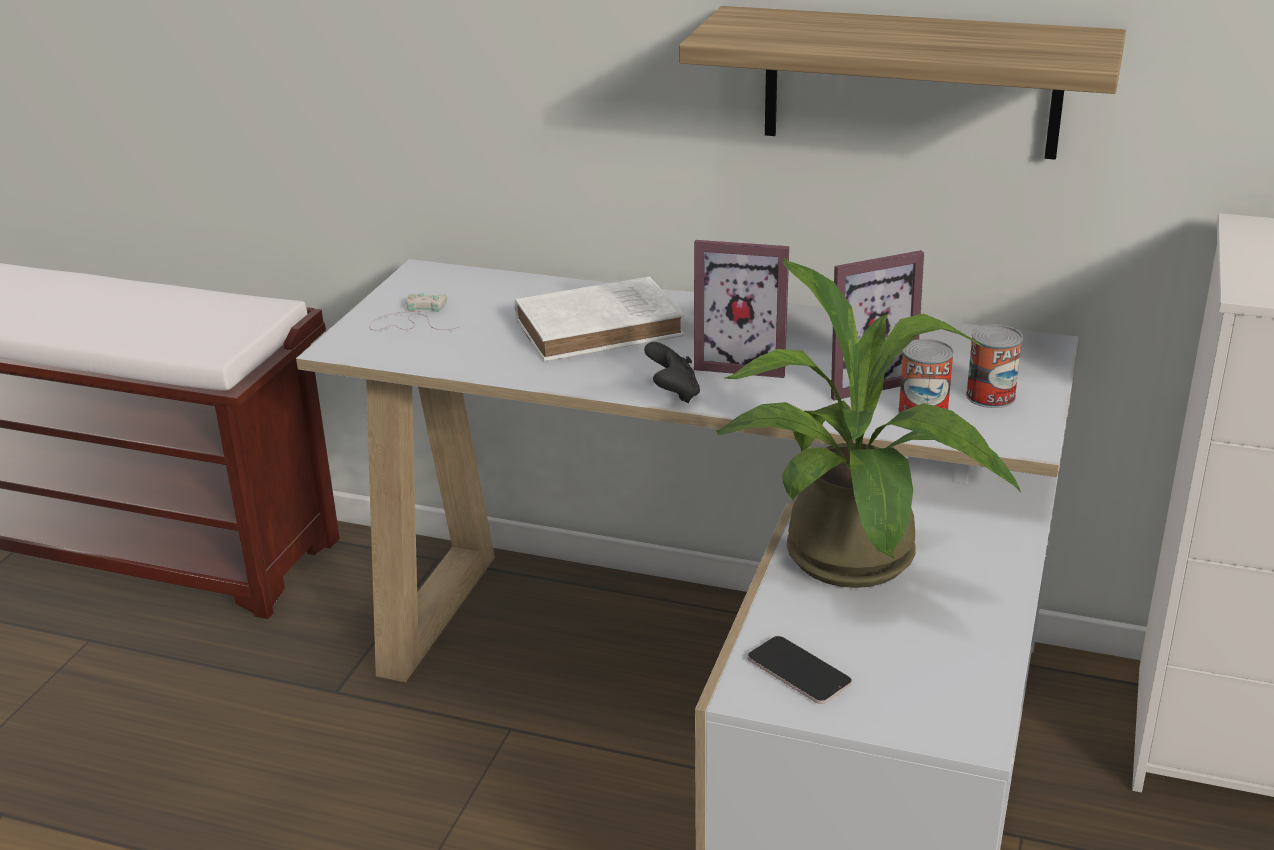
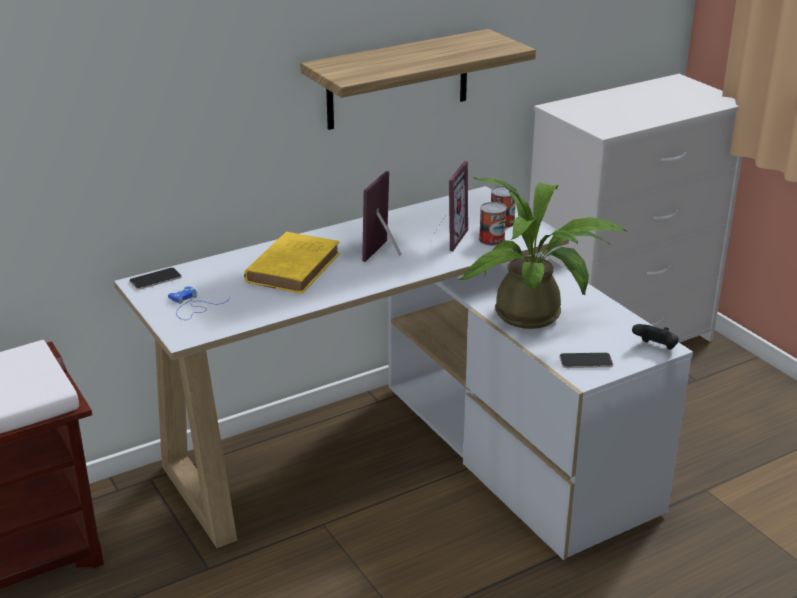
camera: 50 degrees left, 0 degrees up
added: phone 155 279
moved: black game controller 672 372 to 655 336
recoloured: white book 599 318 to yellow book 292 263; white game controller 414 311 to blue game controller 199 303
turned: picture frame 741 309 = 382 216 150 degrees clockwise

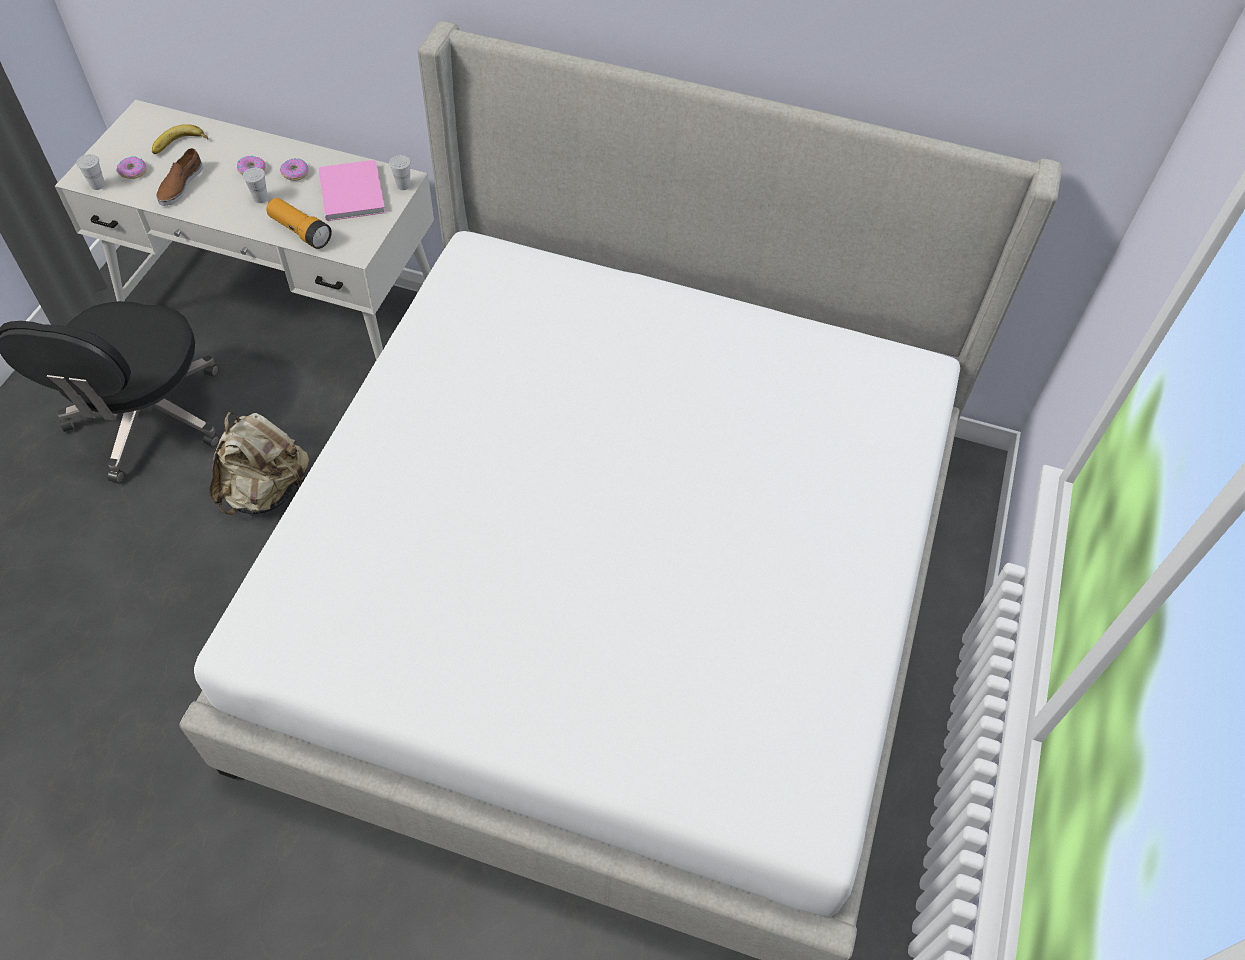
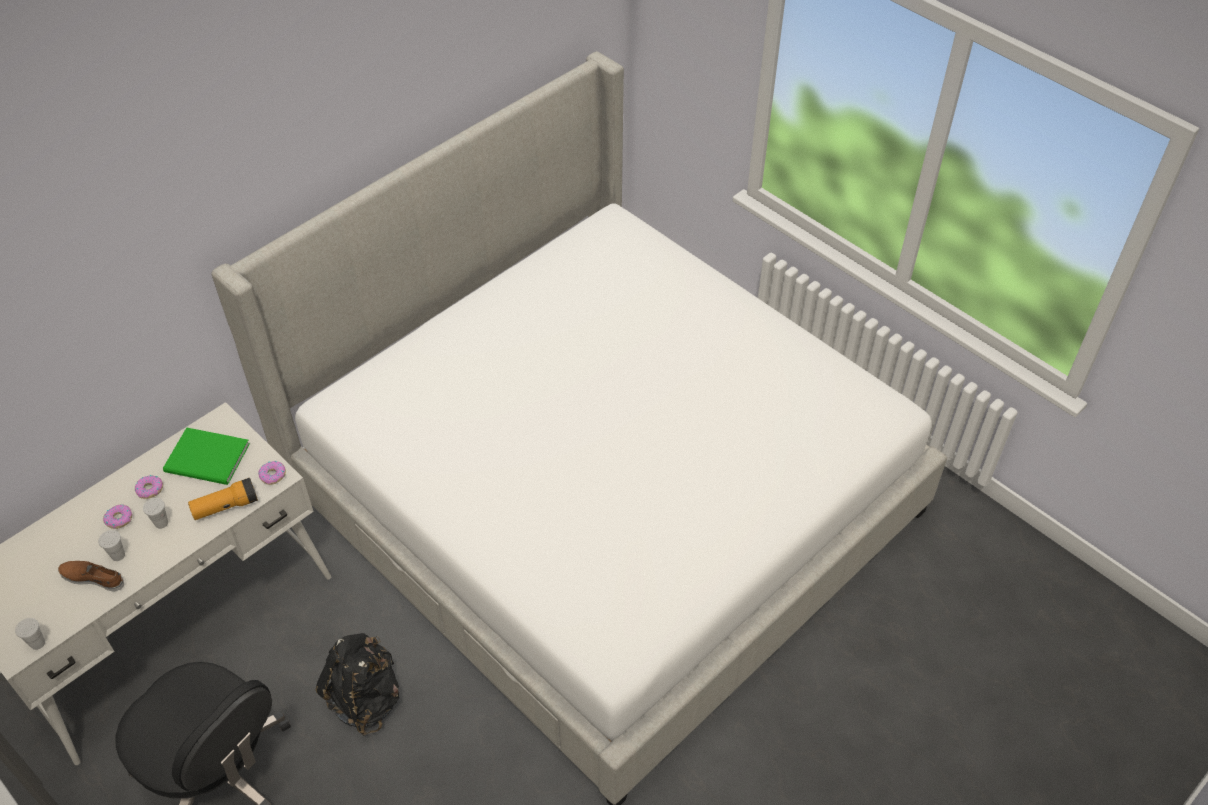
camera: 60 degrees left, 5 degrees down
removed: banana 180 139
moved: white cup 400 172 to 111 545; donut 132 167 to 272 473
recoloured: pink book 352 190 to green book 206 456; beige backpack 259 463 to black backpack 357 684
turned: brown shoe 179 177 = 91 576 150 degrees clockwise

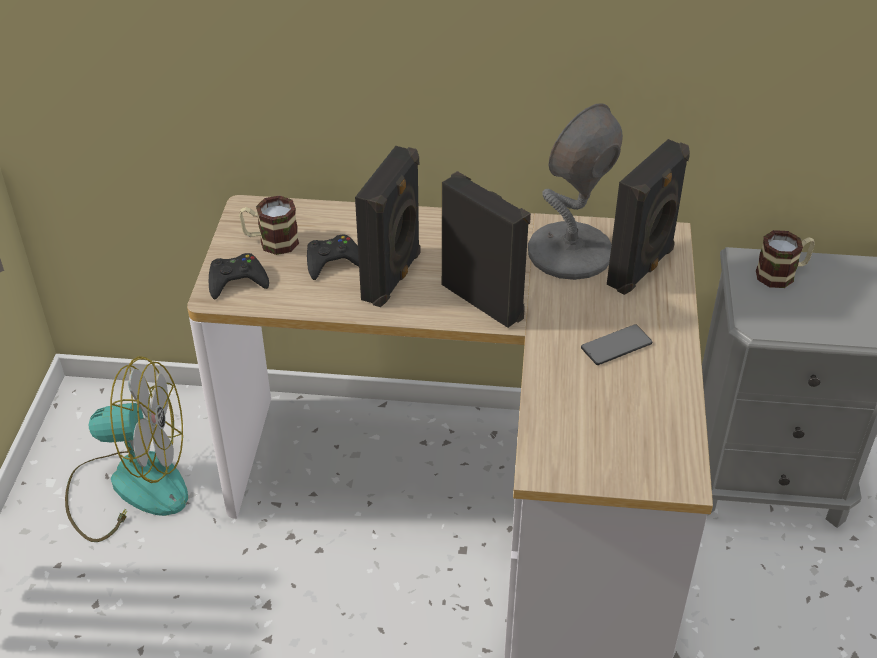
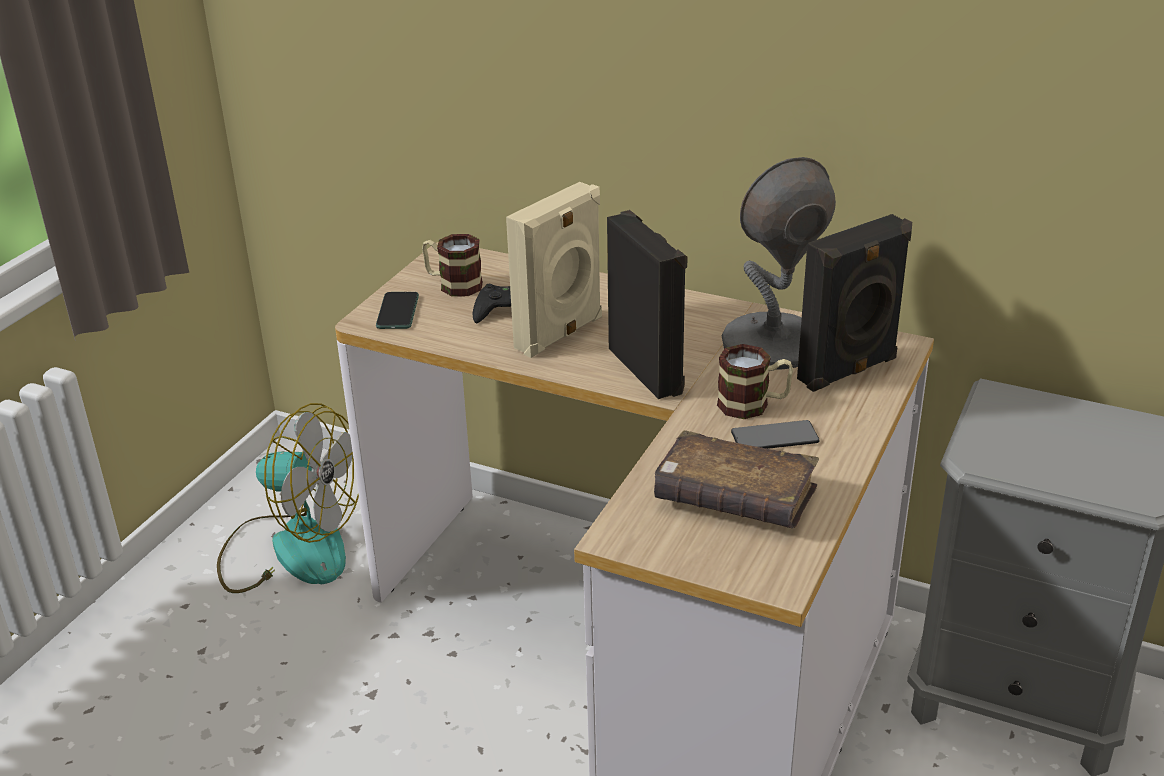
camera: 20 degrees right, 10 degrees down
added: brown book 736 479
moved: mug 785 259 to 755 381
replaced: black game controller 239 276 to phone 397 310
recoloured: black speaker 388 226 to beige speaker 554 270

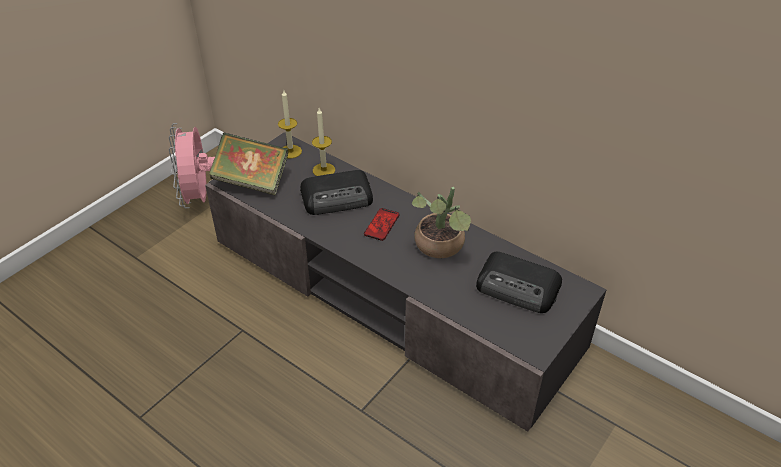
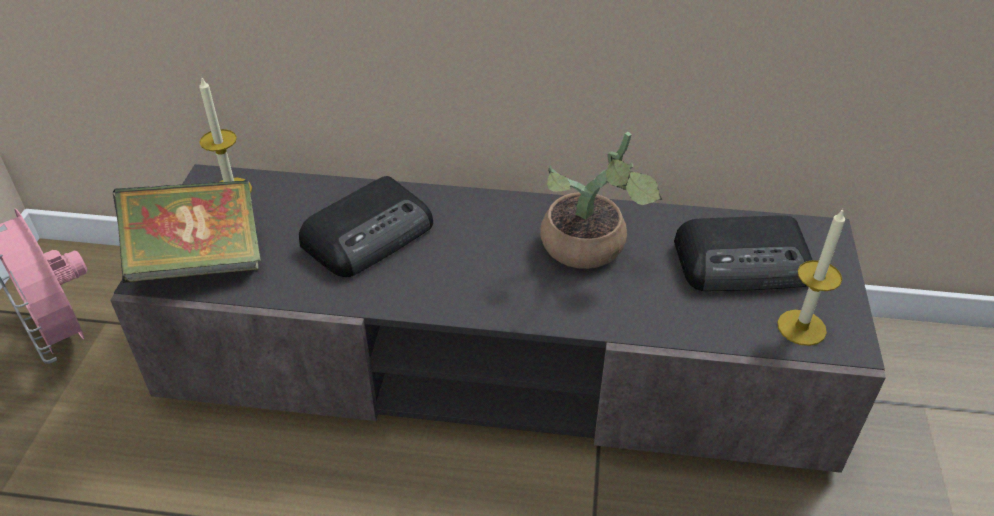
camera: 30 degrees left, 0 degrees up
removed: phone 382 224
moved: candle 323 142 to 811 277

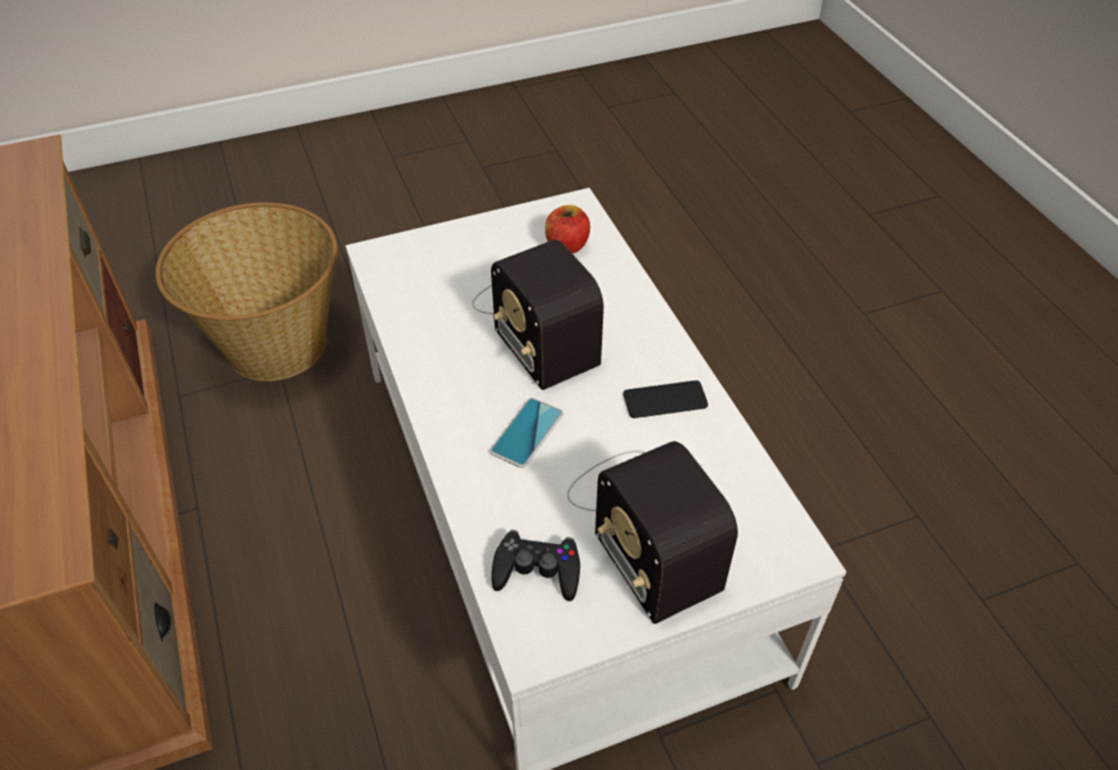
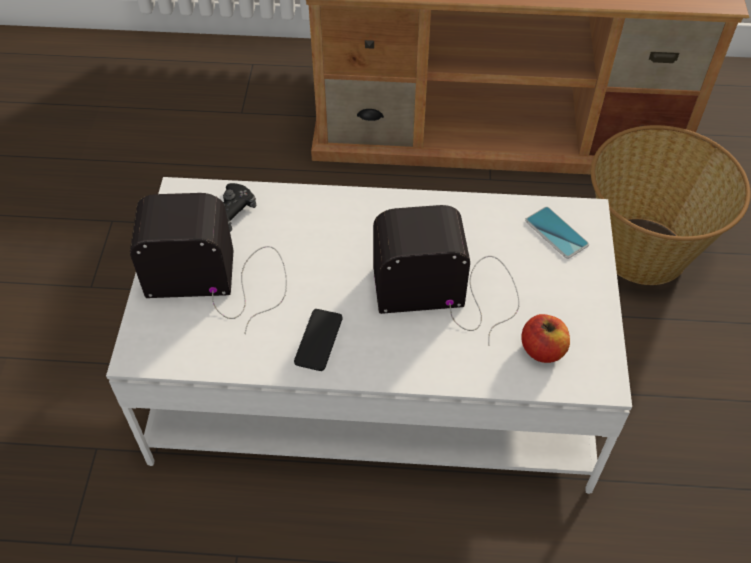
camera: 115 degrees right, 5 degrees up
moved: phone 526 433 to 557 233

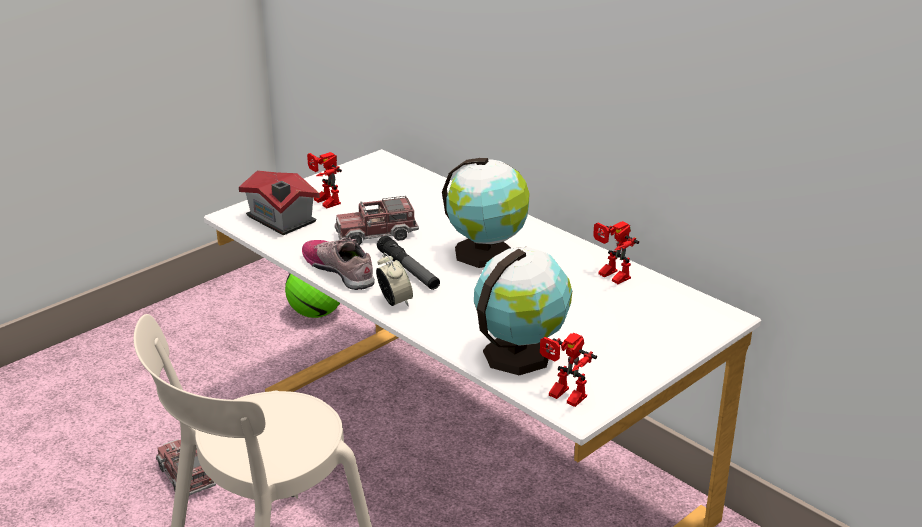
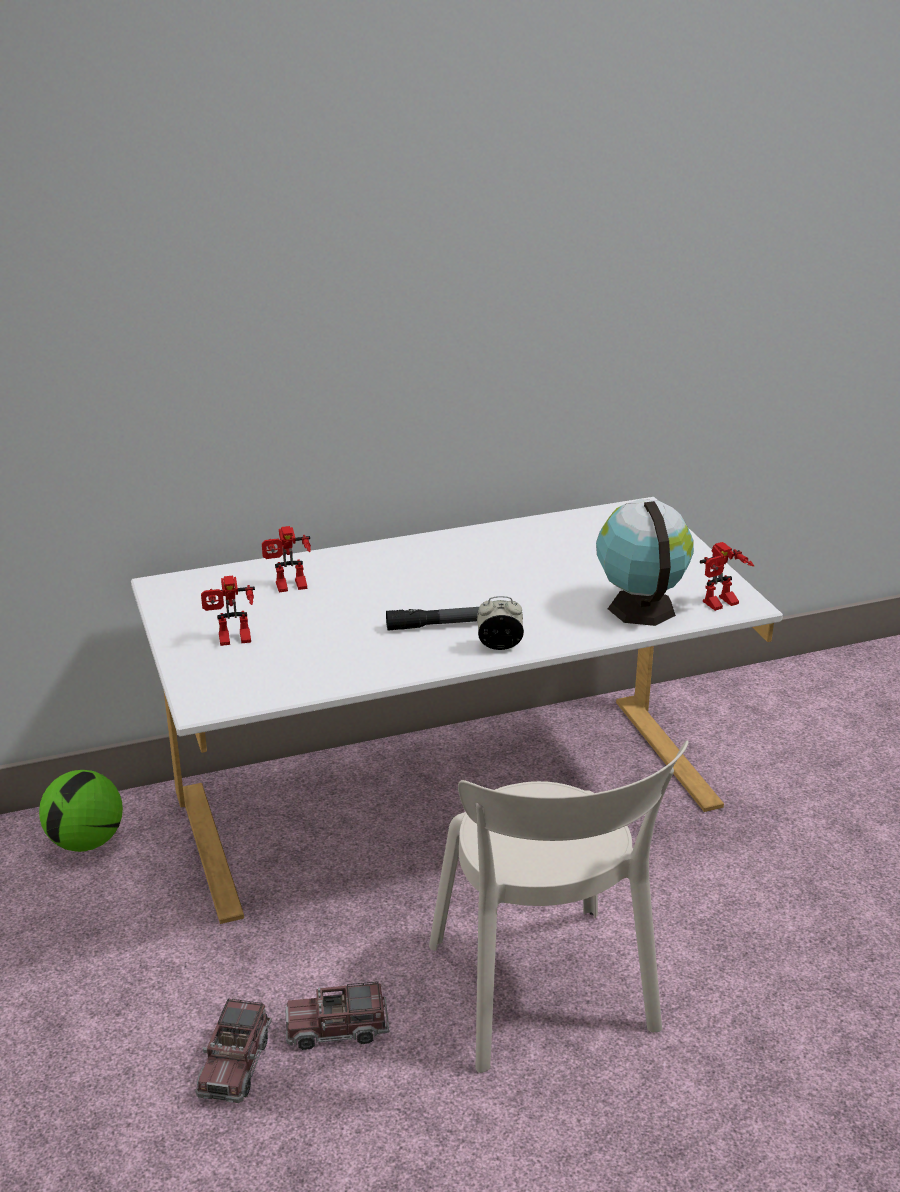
camera: 65 degrees left, 0 degrees up
removed: globe 485 213; toy house 279 202; shoe 338 264
moved: toy truck 377 221 to 233 1051; toy robot 616 252 to 286 559

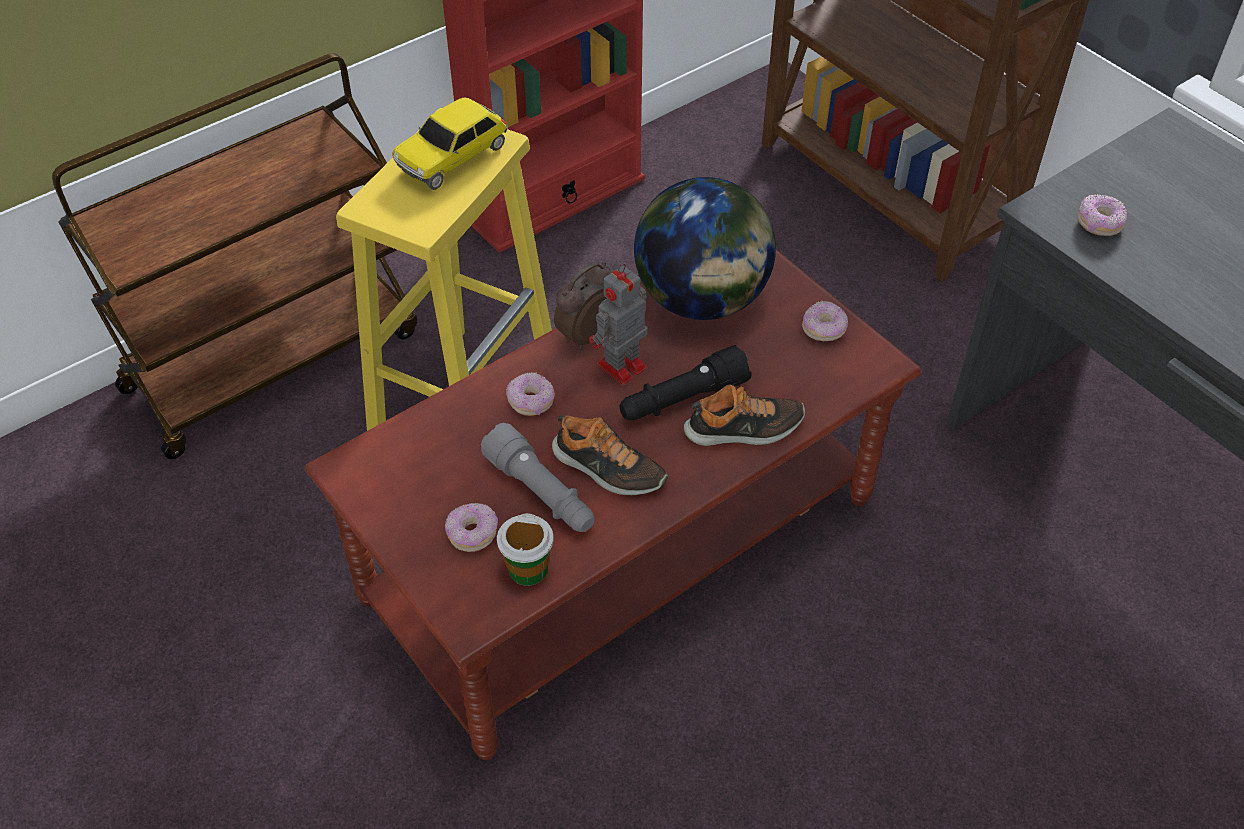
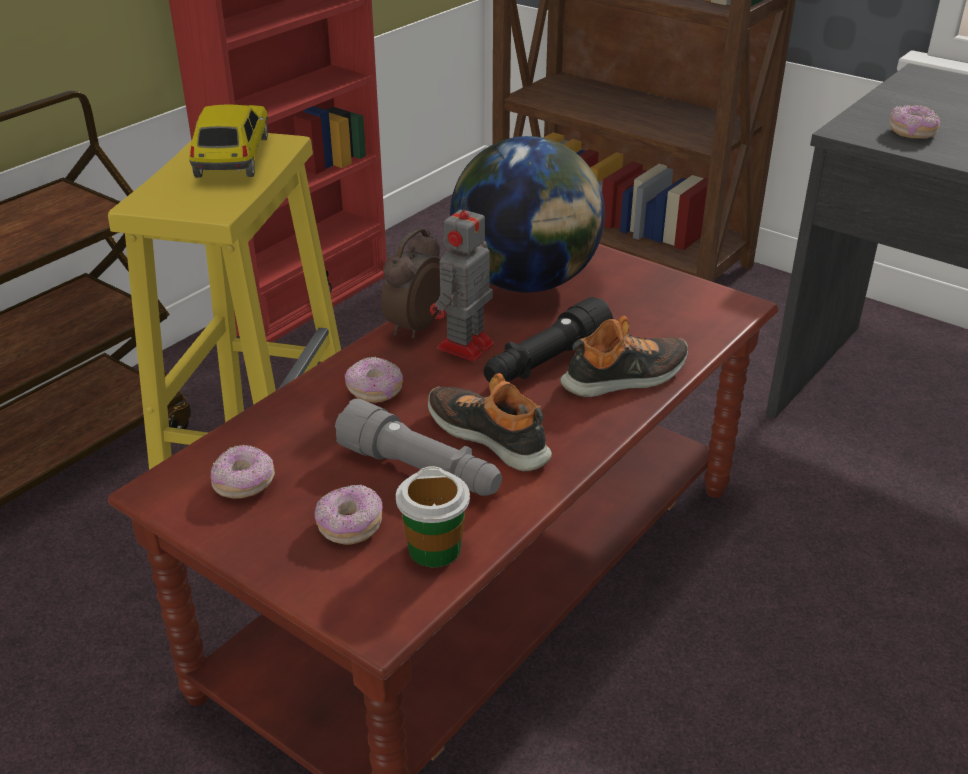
camera: 15 degrees left, 15 degrees down
moved: donut 825 321 to 243 472
turned: toy car 450 144 = 228 141 150 degrees clockwise; shoe 610 455 = 490 422 150 degrees counterclockwise

